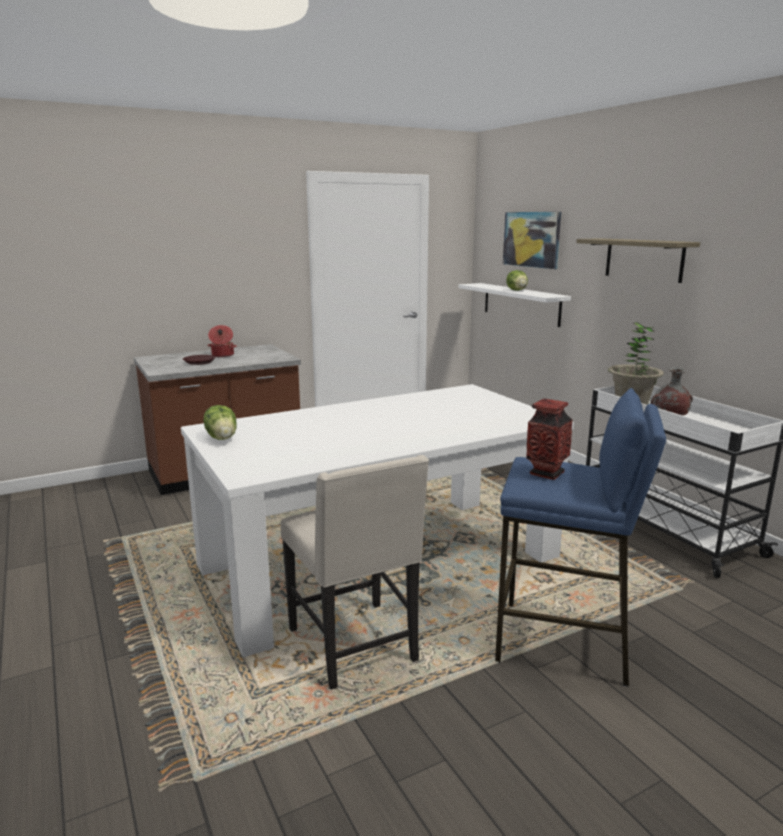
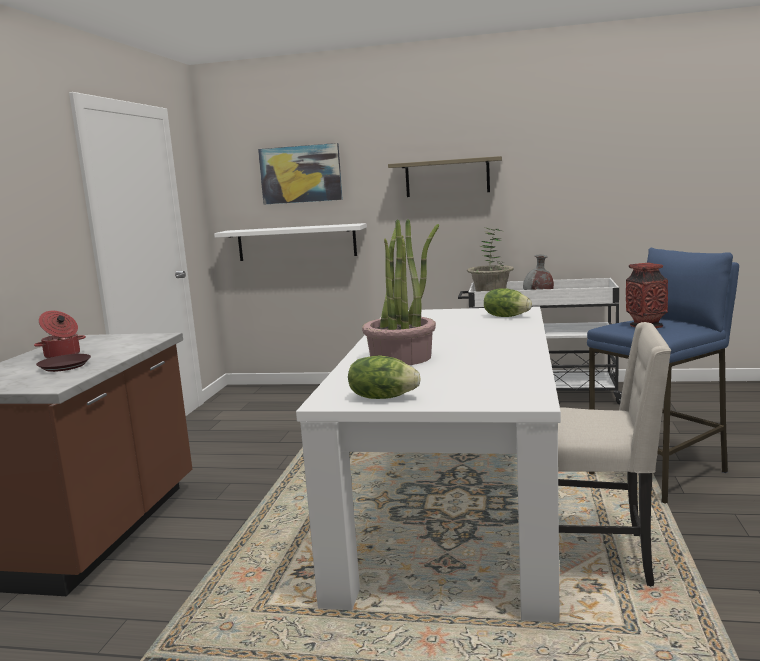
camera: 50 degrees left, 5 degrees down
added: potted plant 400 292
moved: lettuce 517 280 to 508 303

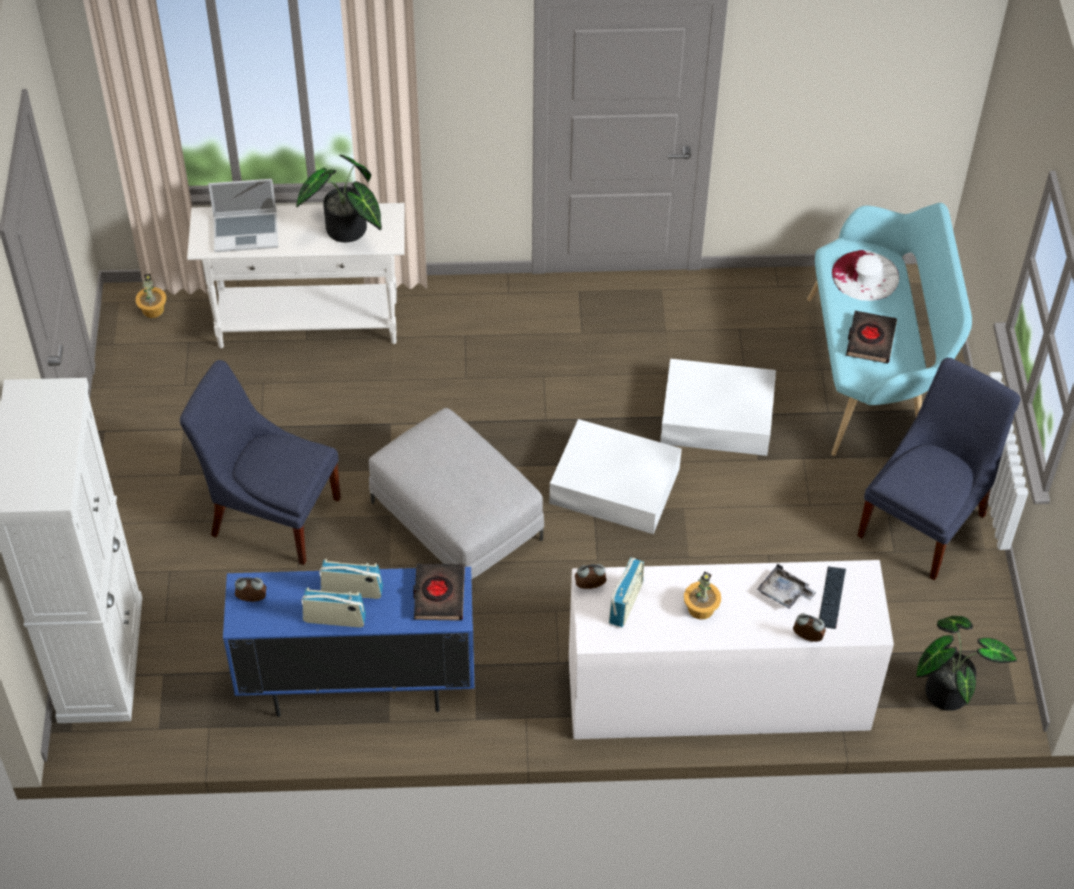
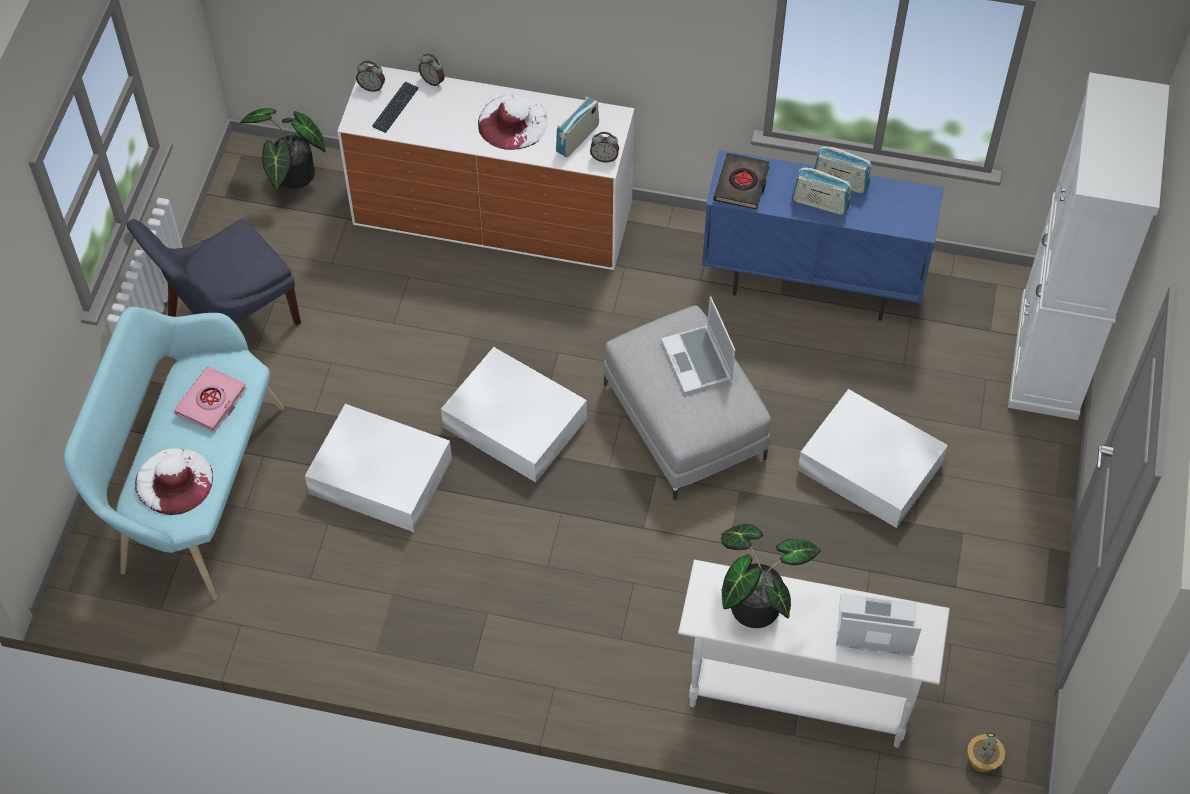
camera: 165 degrees left, 5 degrees up
removed: grey tray 787 586
added: laptop 698 345
moved: alarm clock 250 590 to 370 76
replaced: blue chair 260 462 to white storage box 873 458; potted plant 702 595 to white hat 513 122
recoloured: black book 871 337 to pink book 210 399

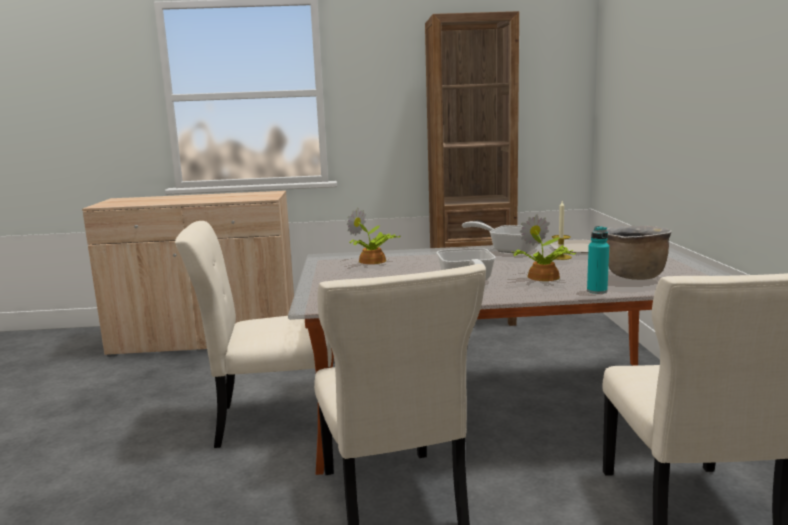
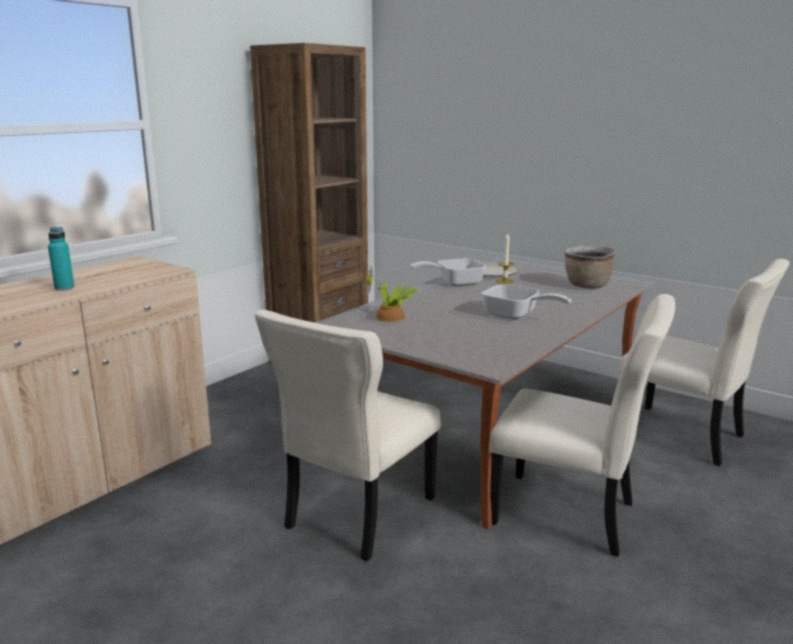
camera: 50 degrees left, 5 degrees up
removed: potted plant 544 247
moved: turquoise bottle 598 260 to 61 258

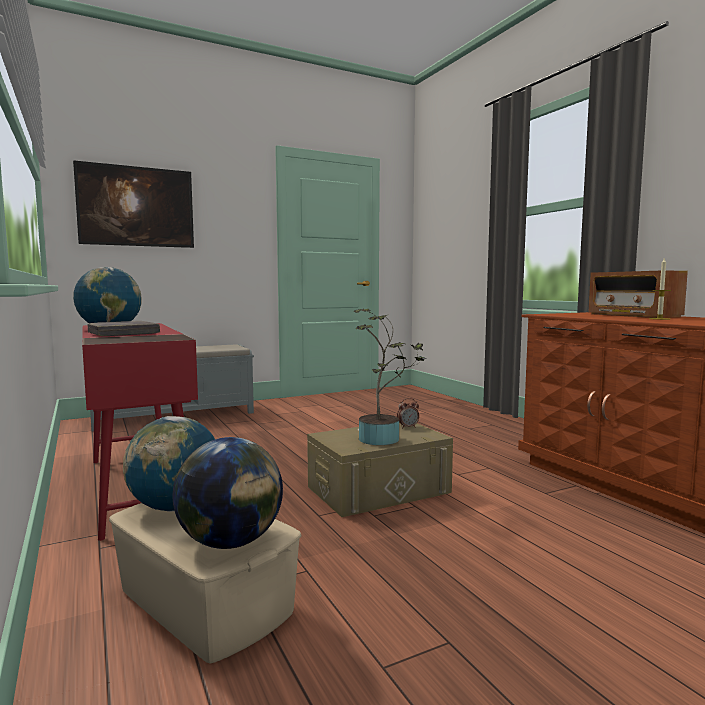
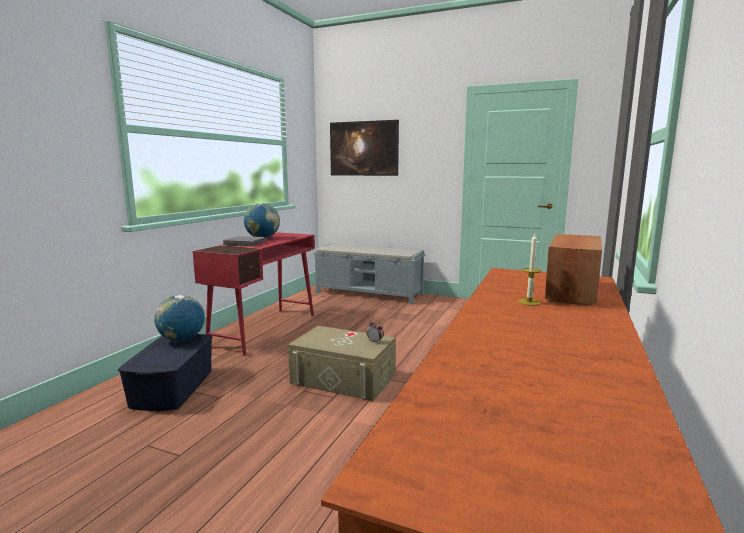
camera: 50 degrees right, 5 degrees up
removed: potted plant 390 376; globe 228 493
recoloured: beige storage box 205 583 to blue storage box 165 372

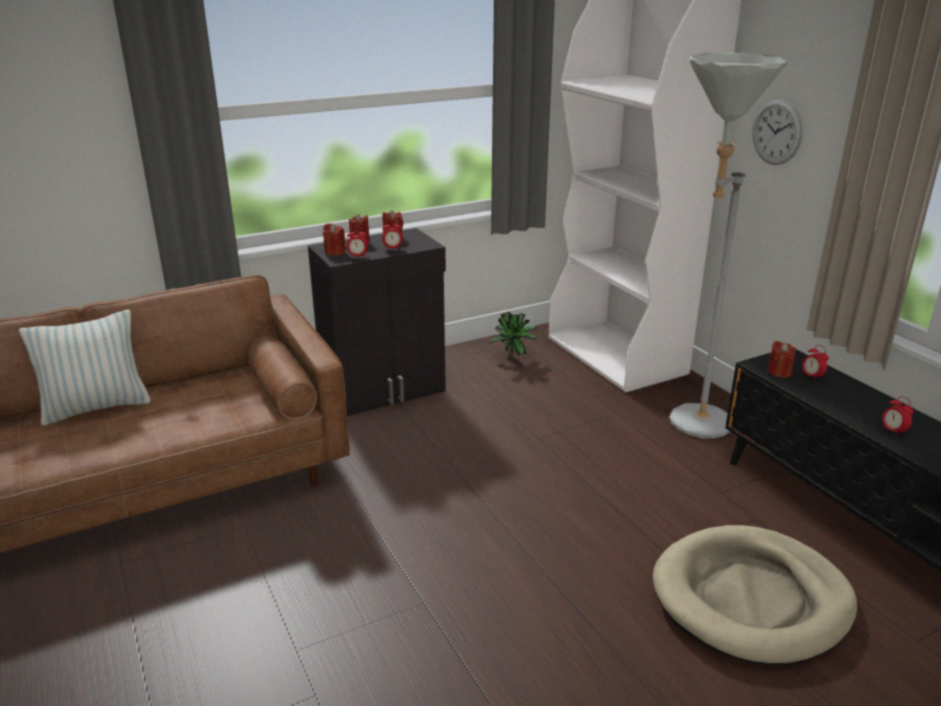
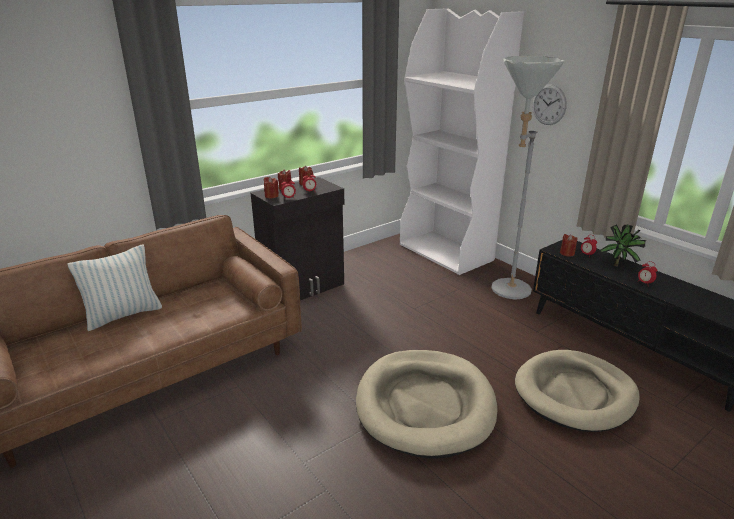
camera: 10 degrees left, 0 degrees up
added: beige dog bed 426 404
moved: potted plant 513 336 to 622 245

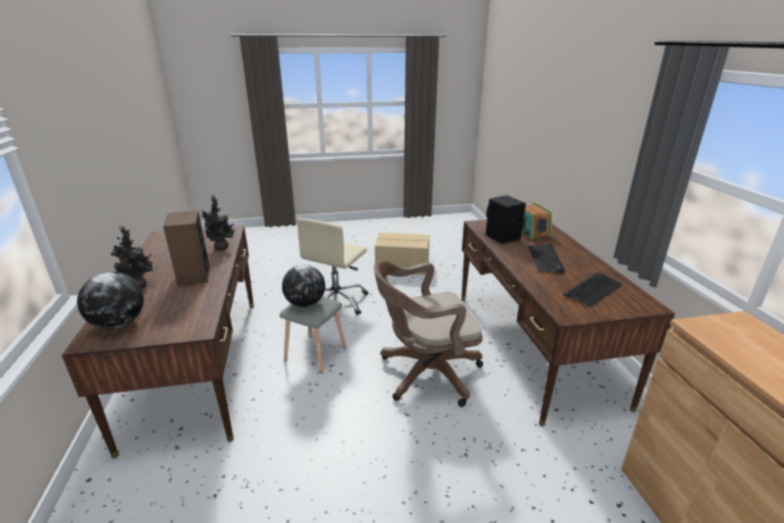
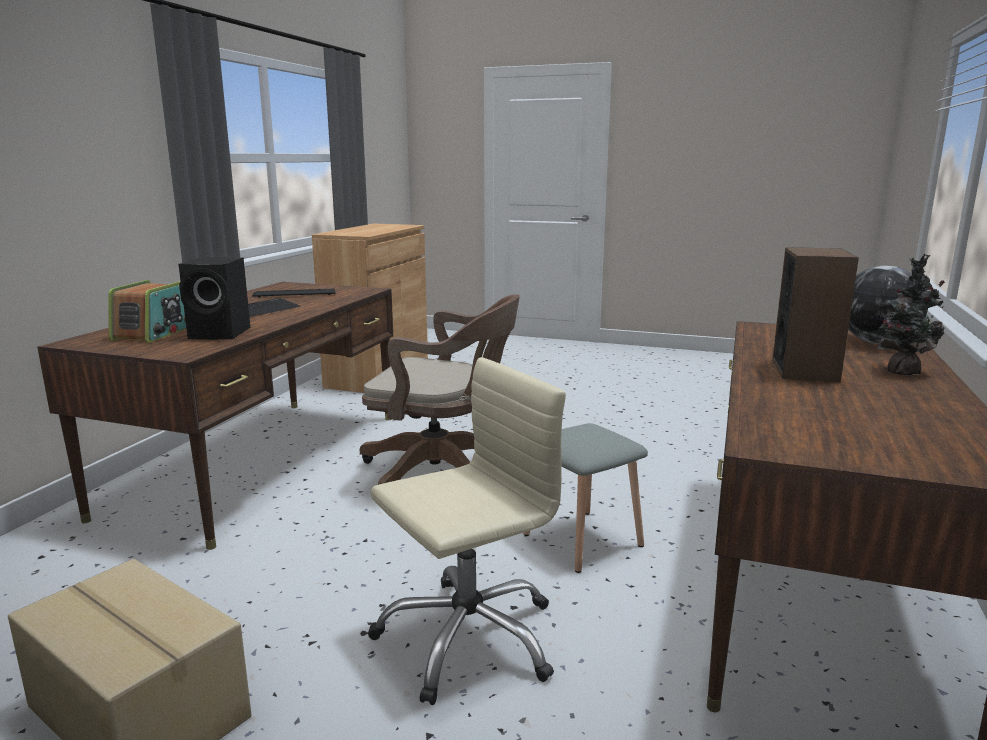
camera: 150 degrees left, 10 degrees down
removed: potted plant 218 222; globe 303 286

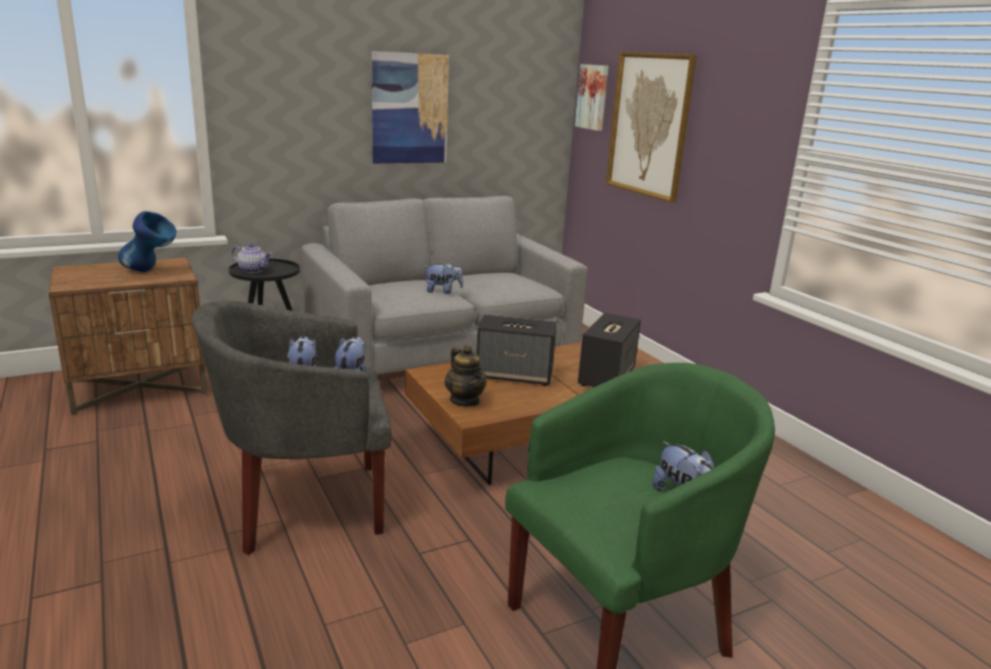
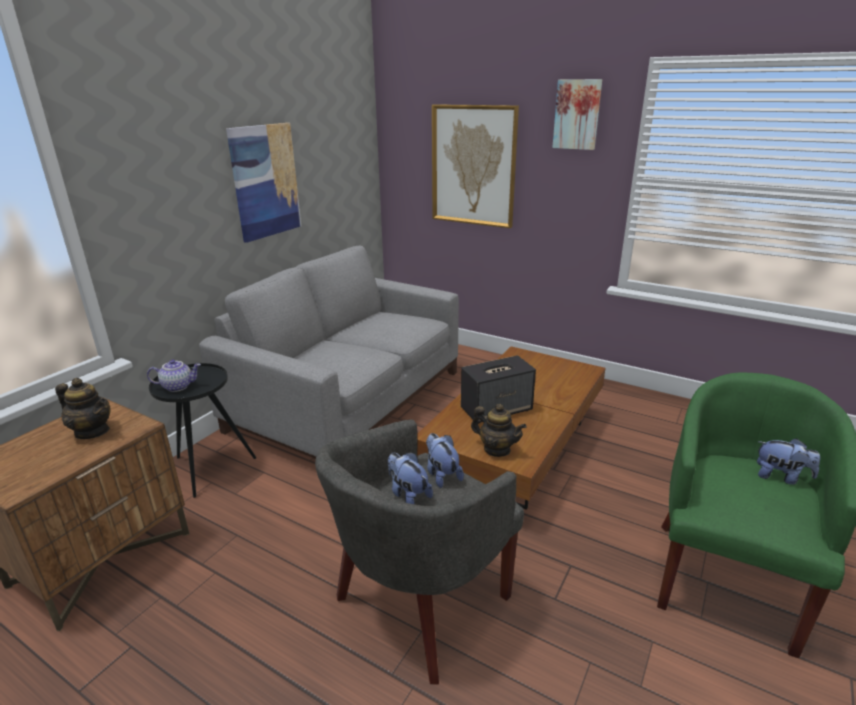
camera: 30 degrees left, 5 degrees up
removed: plush toy 443 278; speaker 609 350
moved: picture 592 97 to 577 114
replaced: blue vase 147 241 to teapot 82 408

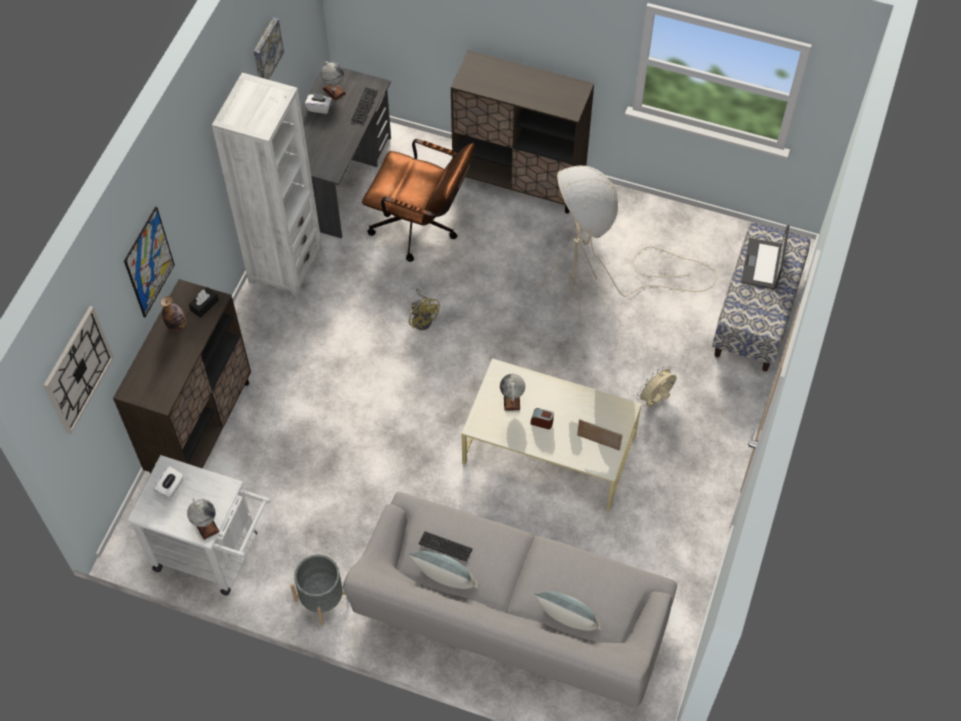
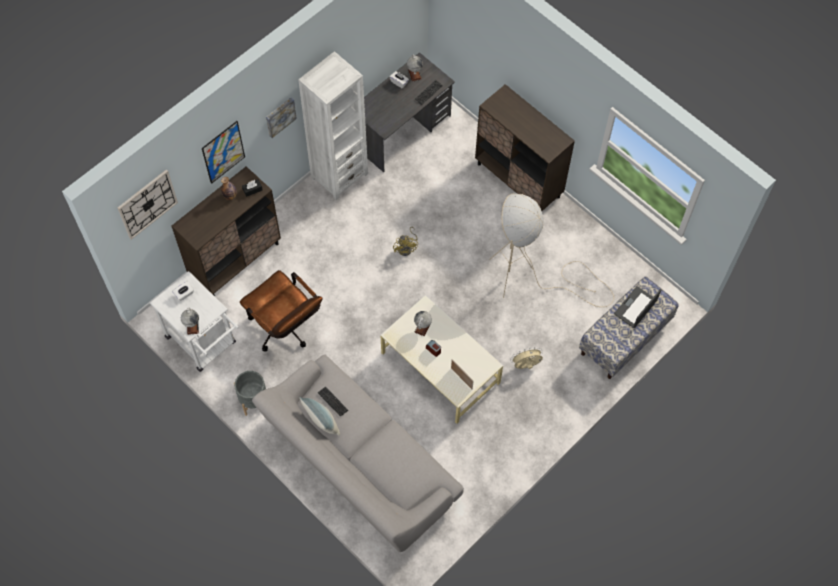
camera: 25 degrees right, 5 degrees up
removed: pillow 568 611
moved: picture 269 48 to 281 117; brown office chair 418 200 to 281 311

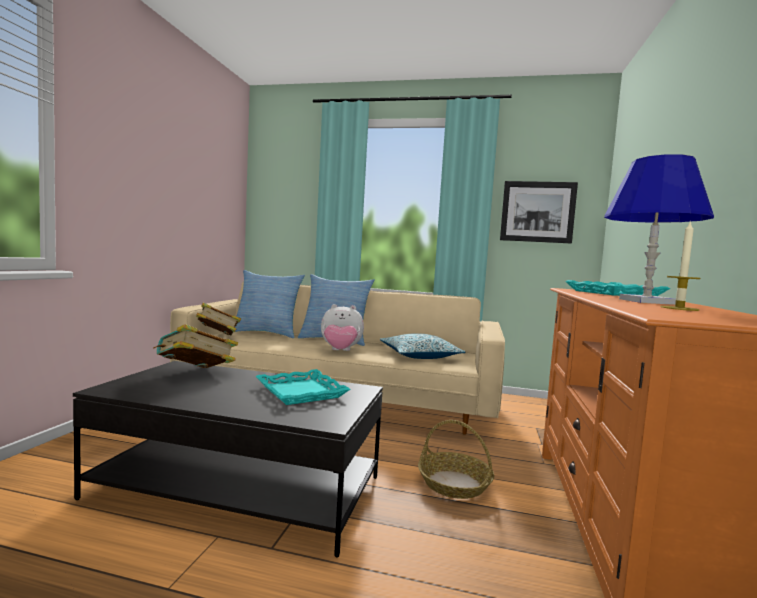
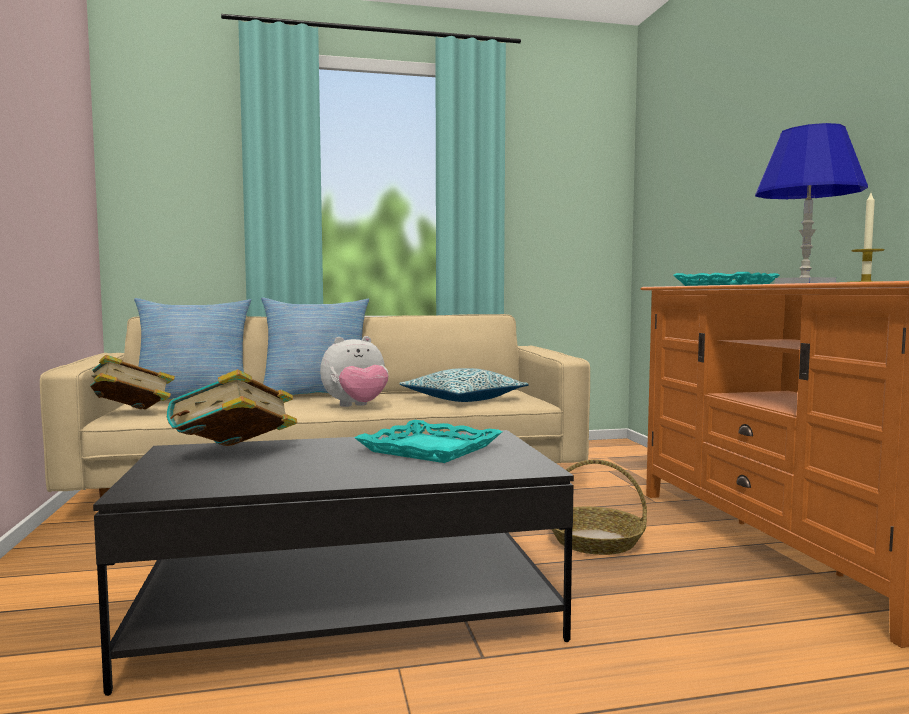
camera: 25 degrees left, 0 degrees up
removed: picture 539 212

